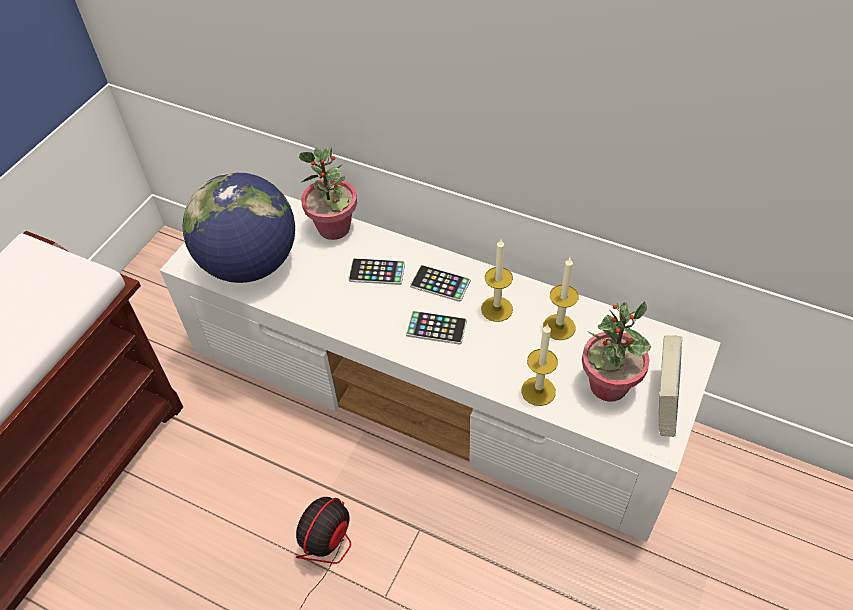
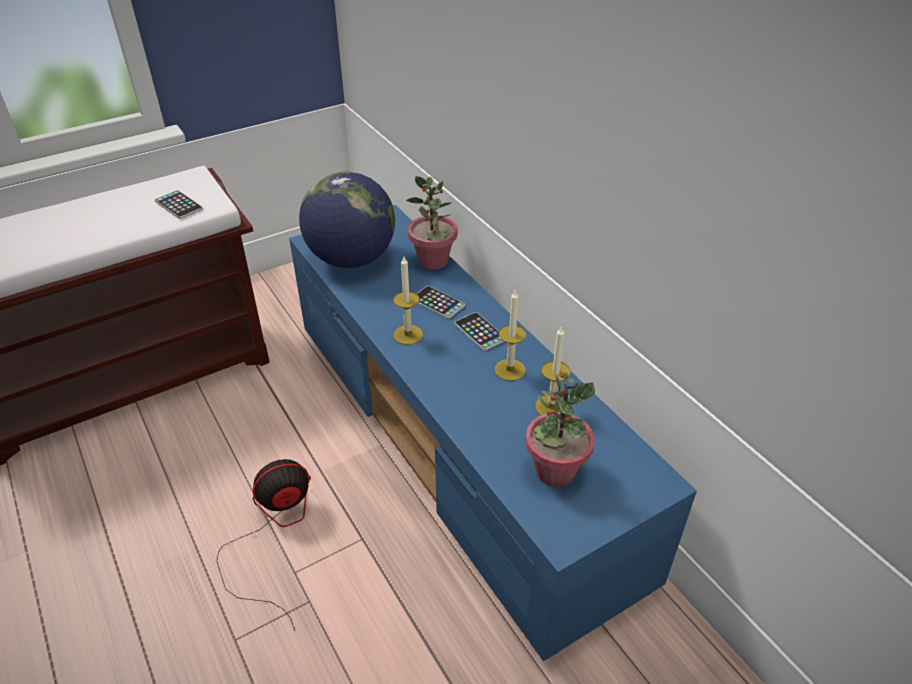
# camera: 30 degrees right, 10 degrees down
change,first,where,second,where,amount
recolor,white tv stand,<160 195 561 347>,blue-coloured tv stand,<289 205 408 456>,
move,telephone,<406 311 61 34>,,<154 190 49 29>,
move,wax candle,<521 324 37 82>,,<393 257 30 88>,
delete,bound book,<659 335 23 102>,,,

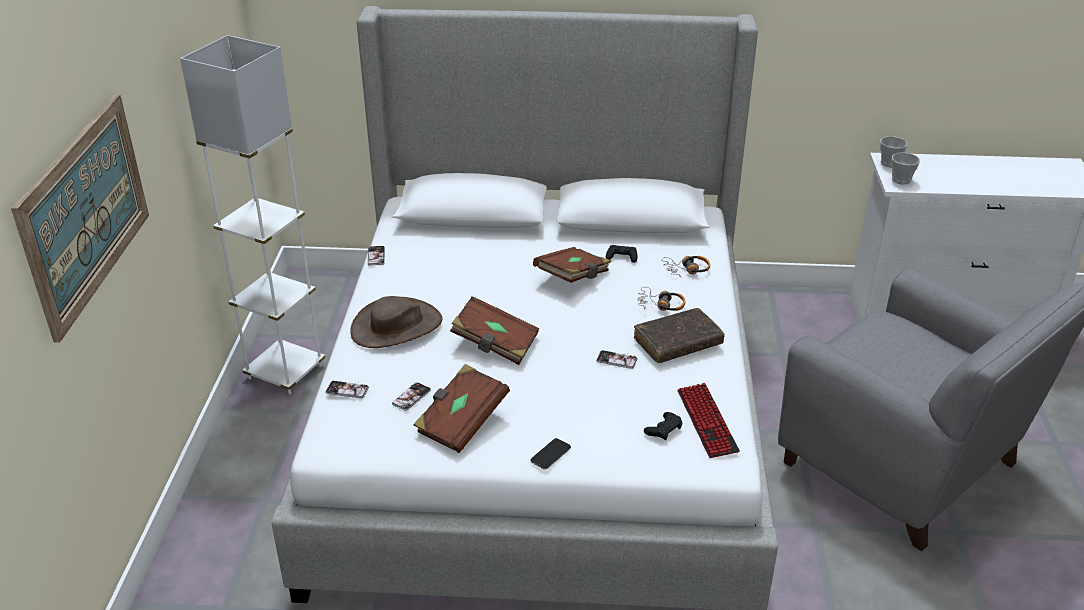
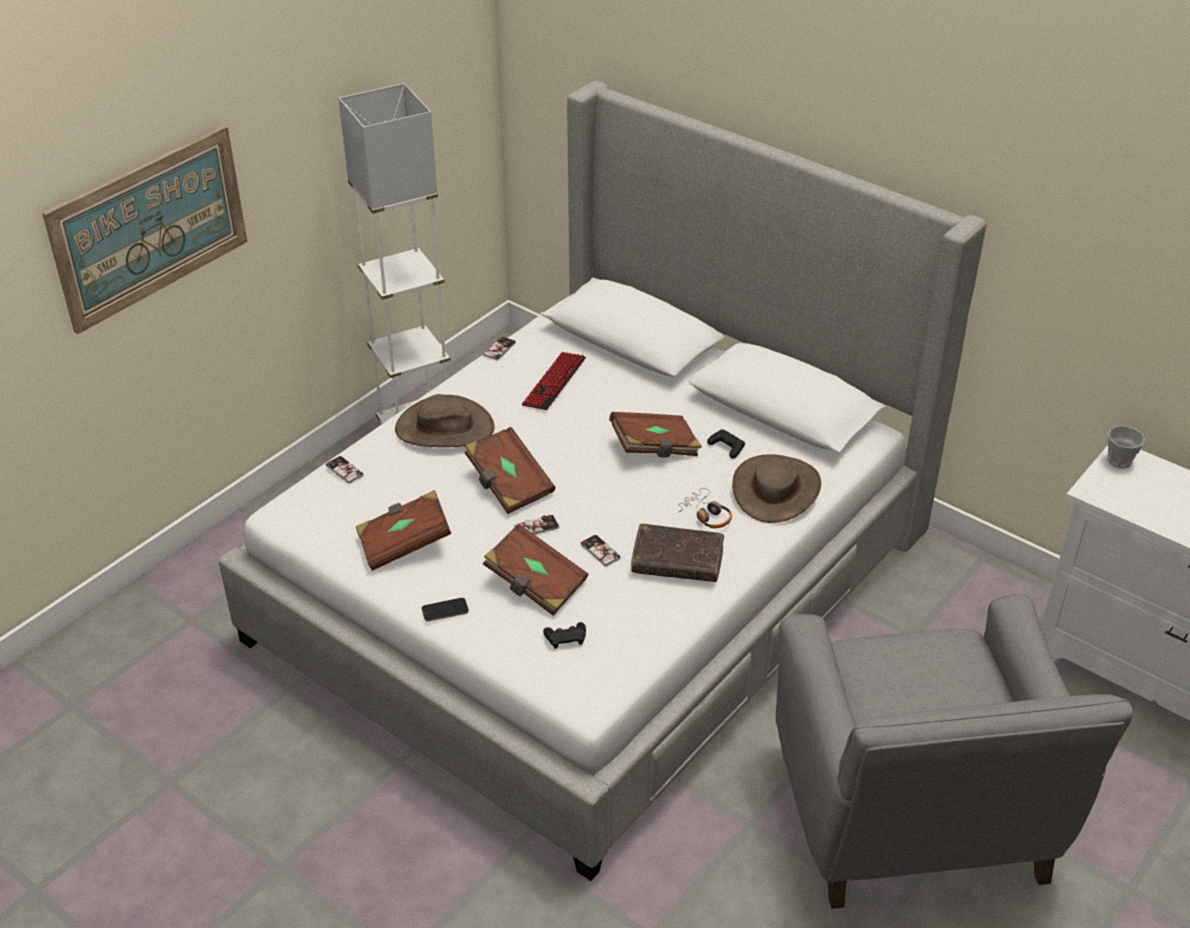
# camera: 35 degrees right, 5 degrees up
change,first,where,second,where,amount
move,telephone,<392 382 39 29>,,<514 514 45 21>,
replace,pair of headphones,<662 256 48 21>,brown-coloured wearable hat,<732 454 89 69>,
move,PC keyboard,<677 383 63 75>,,<521 352 65 58>,
delete,small cup,<891 152 29 32>,,,
insert,,,brown-coloured bound book,<483 524 105 91>,

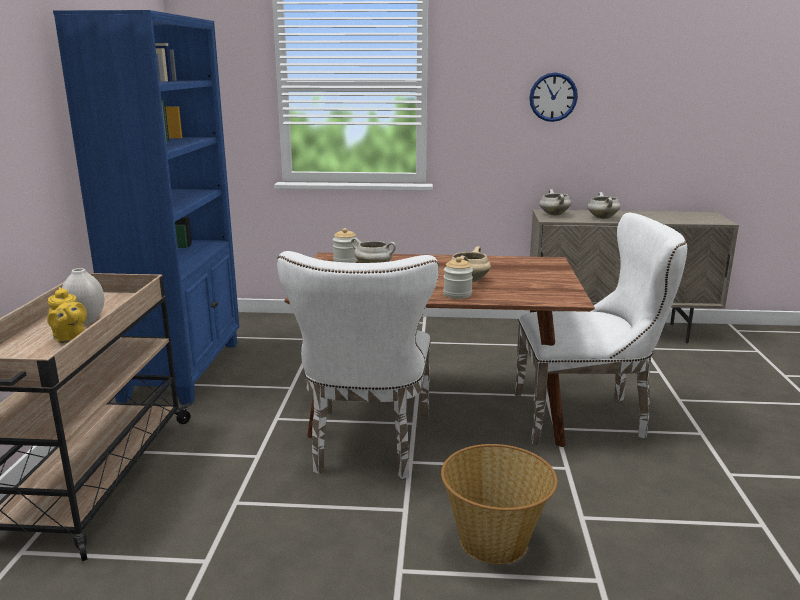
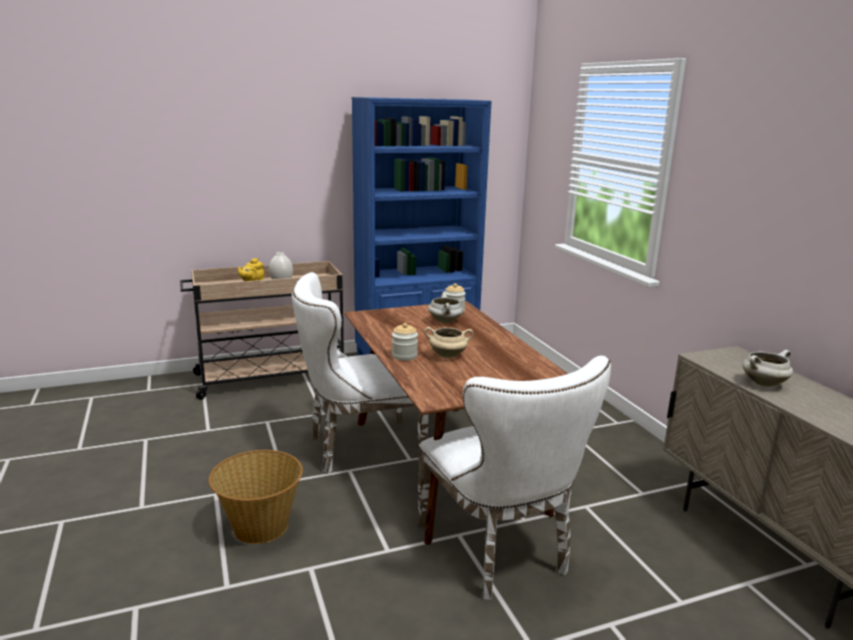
# camera: 65 degrees right, 0 degrees up
change,first,where,second,where,amount
delete,hanging clock,<529 72 49 50>,,,
delete,white saucepot,<539 189 32 27>,,,

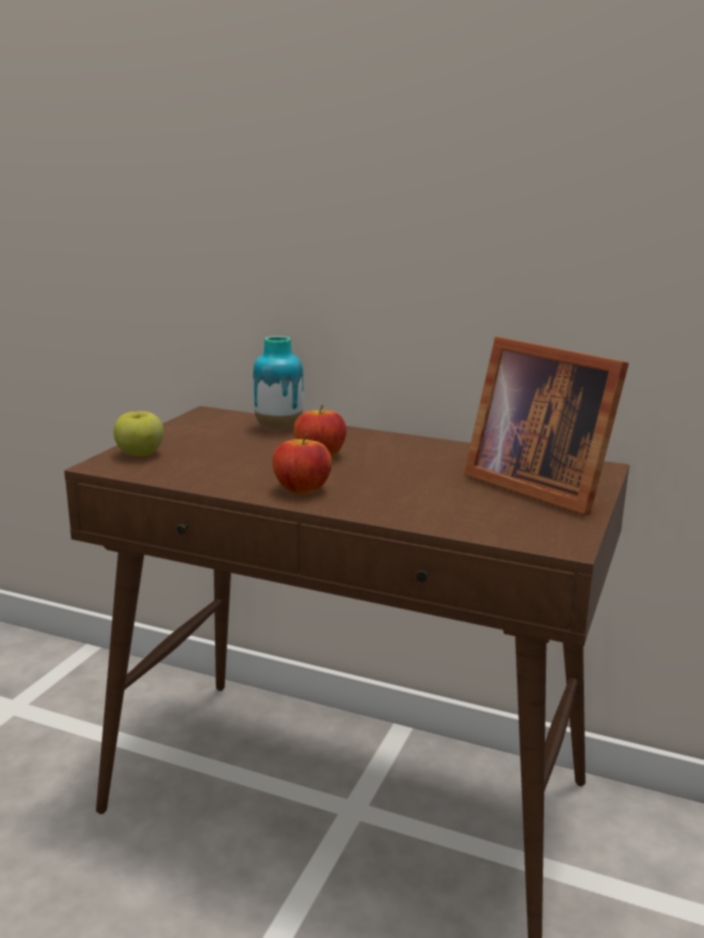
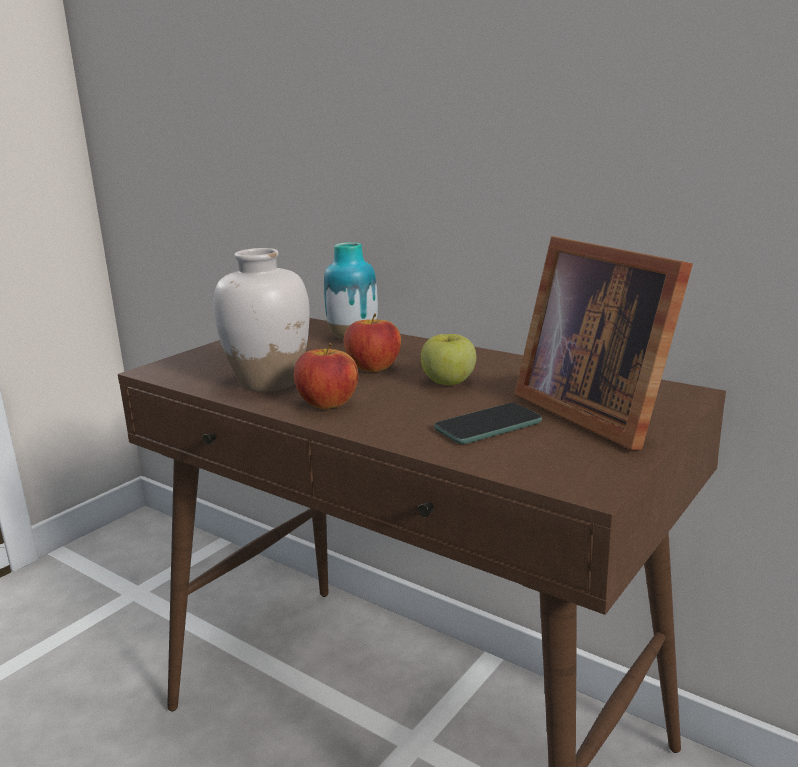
# camera: 15 degrees right, 0 degrees up
change,first,where,second,where,amount
move,apple fruit,<113 411 51 45>,,<421 334 55 51>,
insert,,,white flower vase,<213 248 97 144>,
insert,,,telephone,<434 403 108 41>,

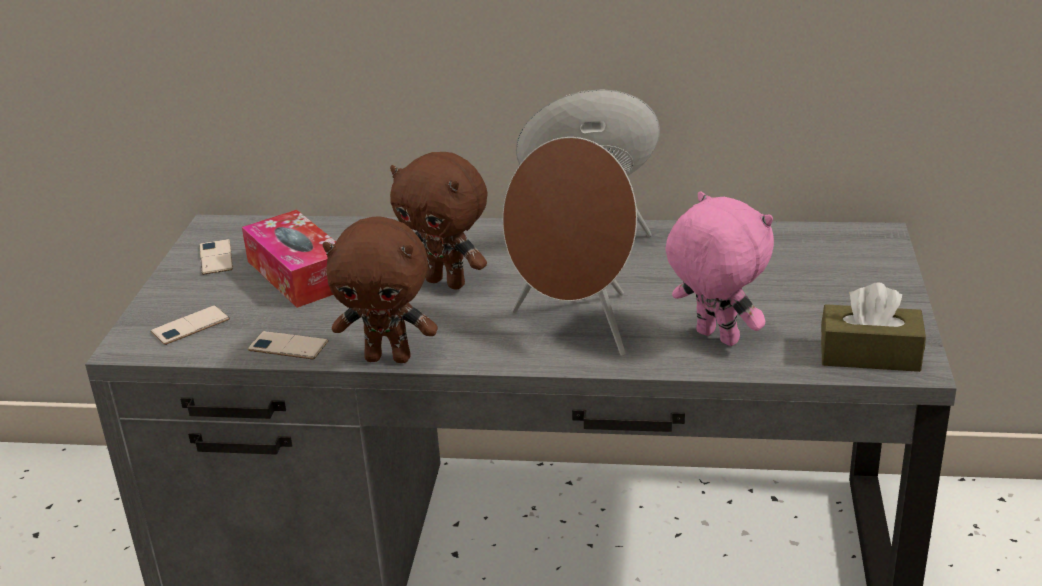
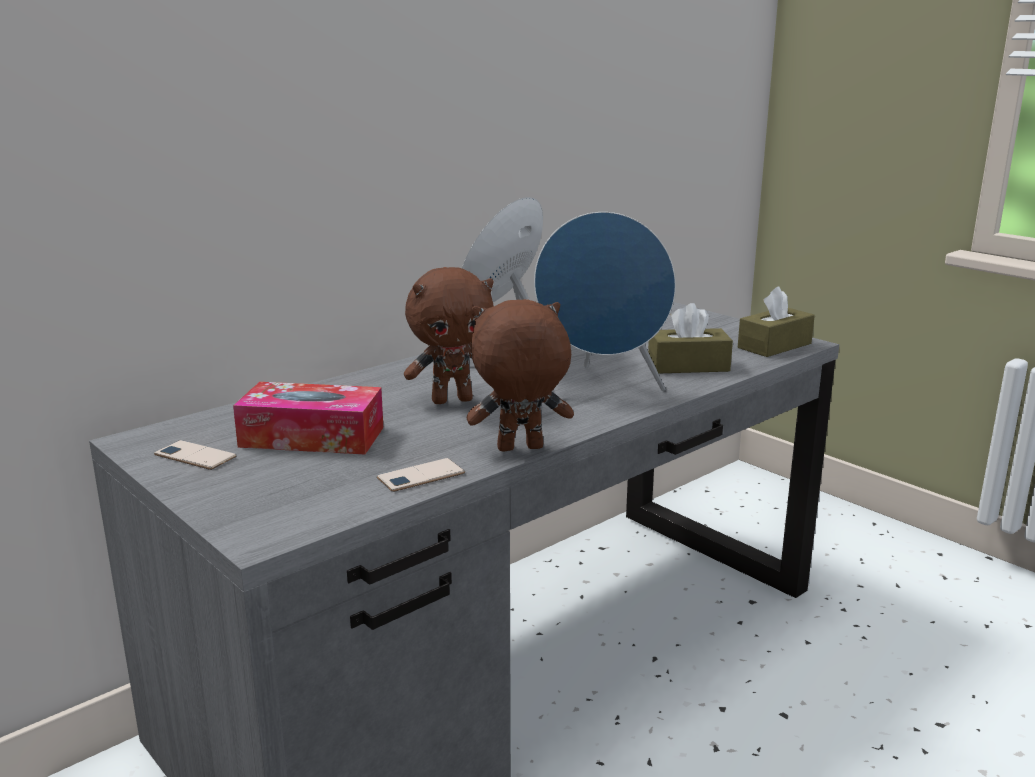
# camera: 50 degrees left, 10 degrees down
change,first,where,second,where,amount
delete,telephone,<151 305 79 40>,,,
rotate,brown-coloured cuddly toy,<323 216 115 147>,,<467 299 107 152>,150 degrees counterclockwise
recolor,brown-coloured speaker,<503 137 134 219>,blue-coloured speaker,<534 212 142 179>,
replace,pink-coloured cuddly toy,<666 191 108 155>,brown-coloured tissue box,<648 303 85 70>,

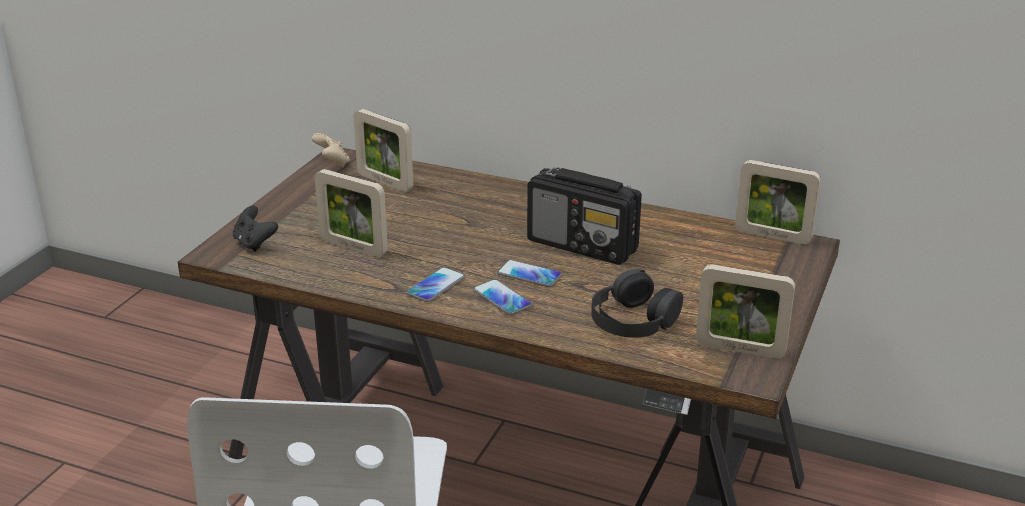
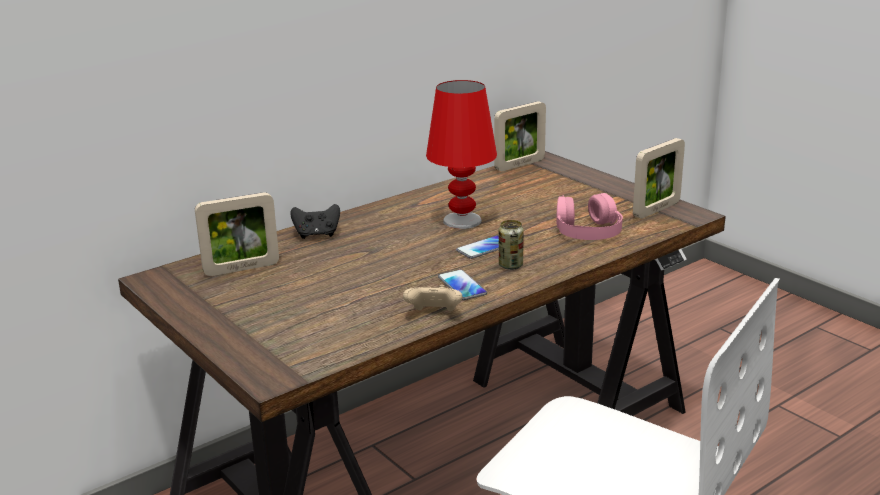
# camera: 60 degrees left, 5 degrees down
change,first,where,second,where,amount
move,black game controller,<233 206 45 46>,,<290 204 50 35>,
move,beige-coloured game controller,<312 133 38 34>,,<403 285 59 26>,
delete,standing frame,<315 169 73 88>,,,
replace,telephone,<473 279 59 36>,sealed can,<499 220 25 50>,
replace,radio,<527 167 115 98>,red-coloured lamp for a table,<426 80 71 149>,
recolor,black pair of headphones,<592 269 91 69>,pink-coloured pair of headphones,<556 193 67 47>,

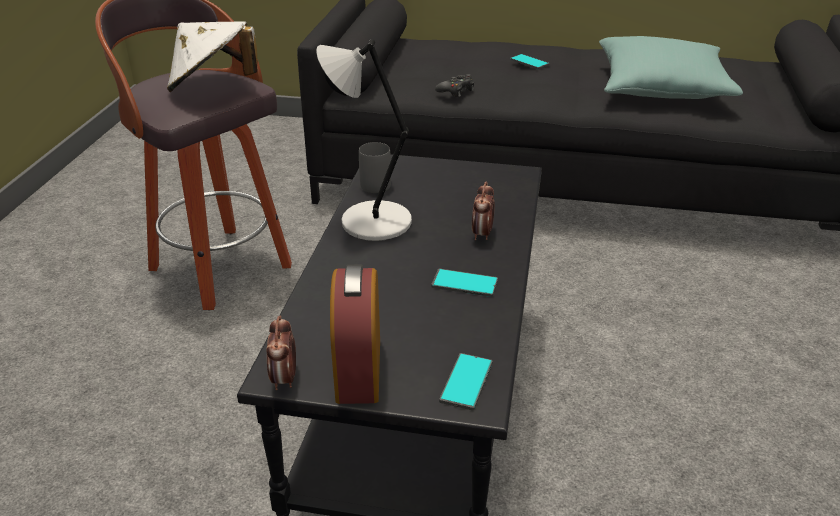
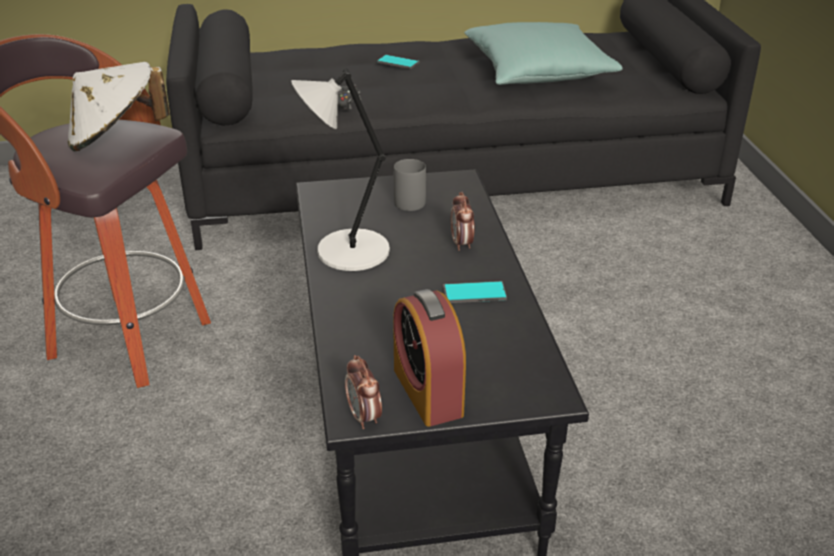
# camera: 20 degrees left, 0 degrees up
change,first,where,second,where,amount
move,grey coffee mug,<359 142 32 51>,,<394 159 32 52>,
delete,telephone,<439 353 54 58>,,,

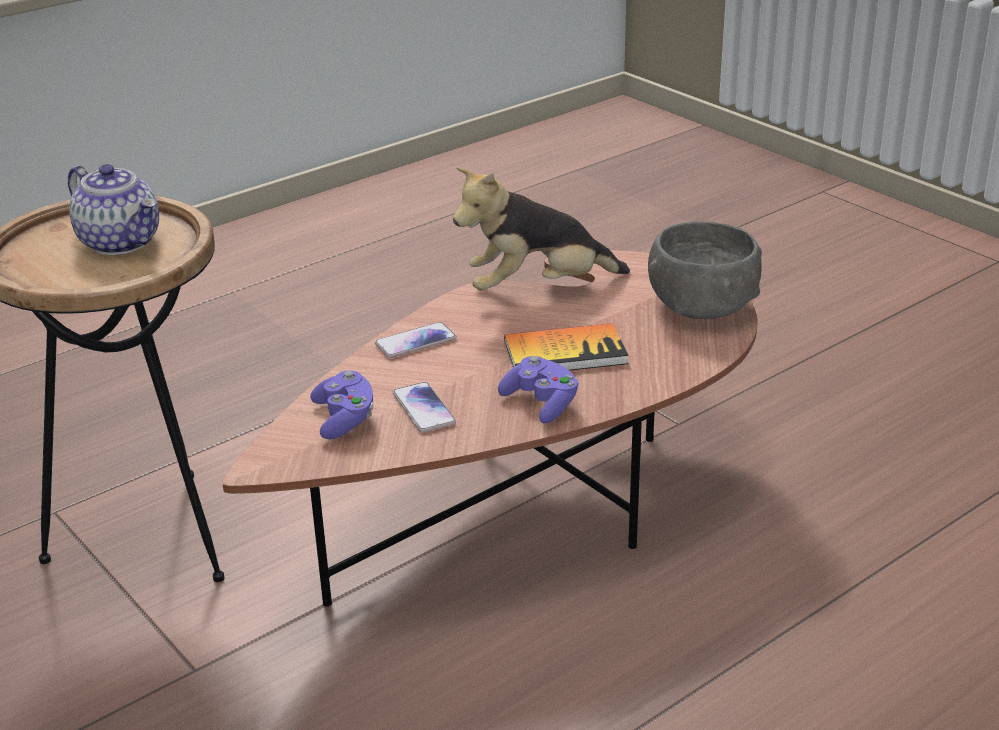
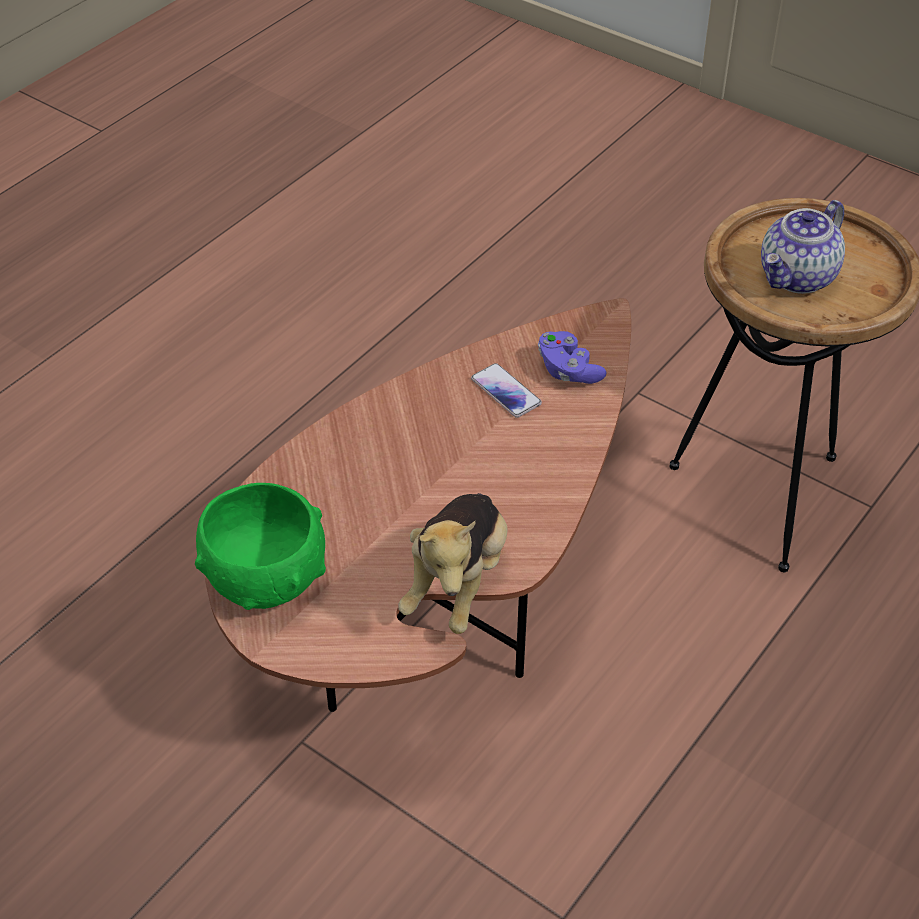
# camera: 165 degrees right, 15 degrees up
change,first,where,second,where,amount
rotate,tea pot,<68 164 91 91>,,<761 200 84 94>,75 degrees counterclockwise
delete,telephone,<375 322 82 36>,,,
rotate,cuddly toy,<453 167 177 124>,,<398 493 109 141>,135 degrees clockwise
delete,purple-coloured game controller,<498 356 81 68>,,,
delete,bound book,<504 323 125 47>,,,
recolor,grey deep dish,<648 221 114 98>,greenish deep dish,<195 483 131 127>,

